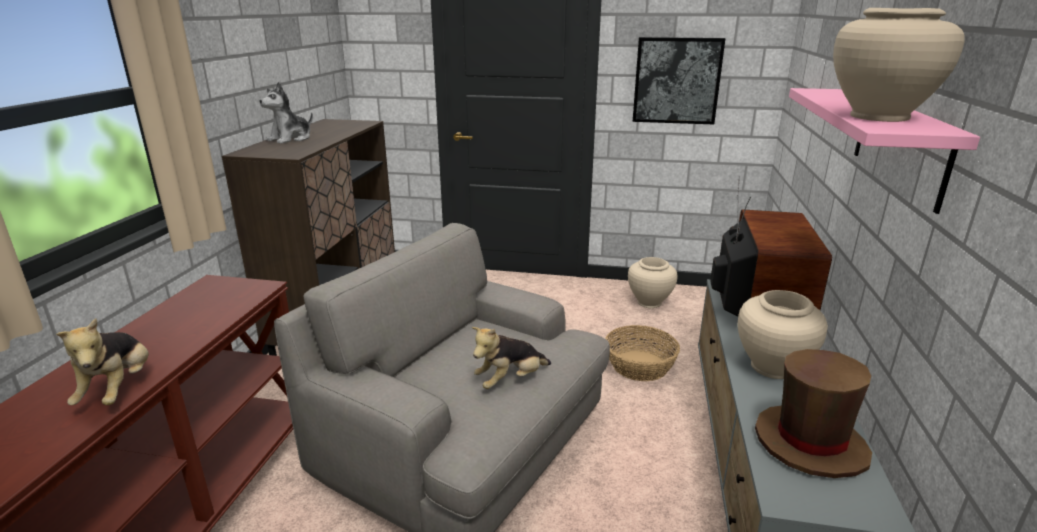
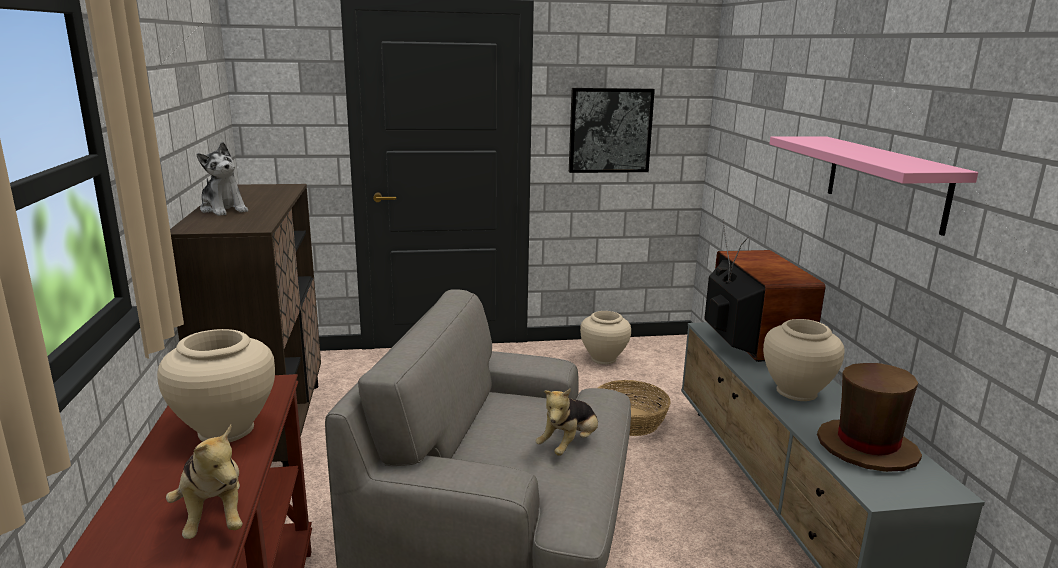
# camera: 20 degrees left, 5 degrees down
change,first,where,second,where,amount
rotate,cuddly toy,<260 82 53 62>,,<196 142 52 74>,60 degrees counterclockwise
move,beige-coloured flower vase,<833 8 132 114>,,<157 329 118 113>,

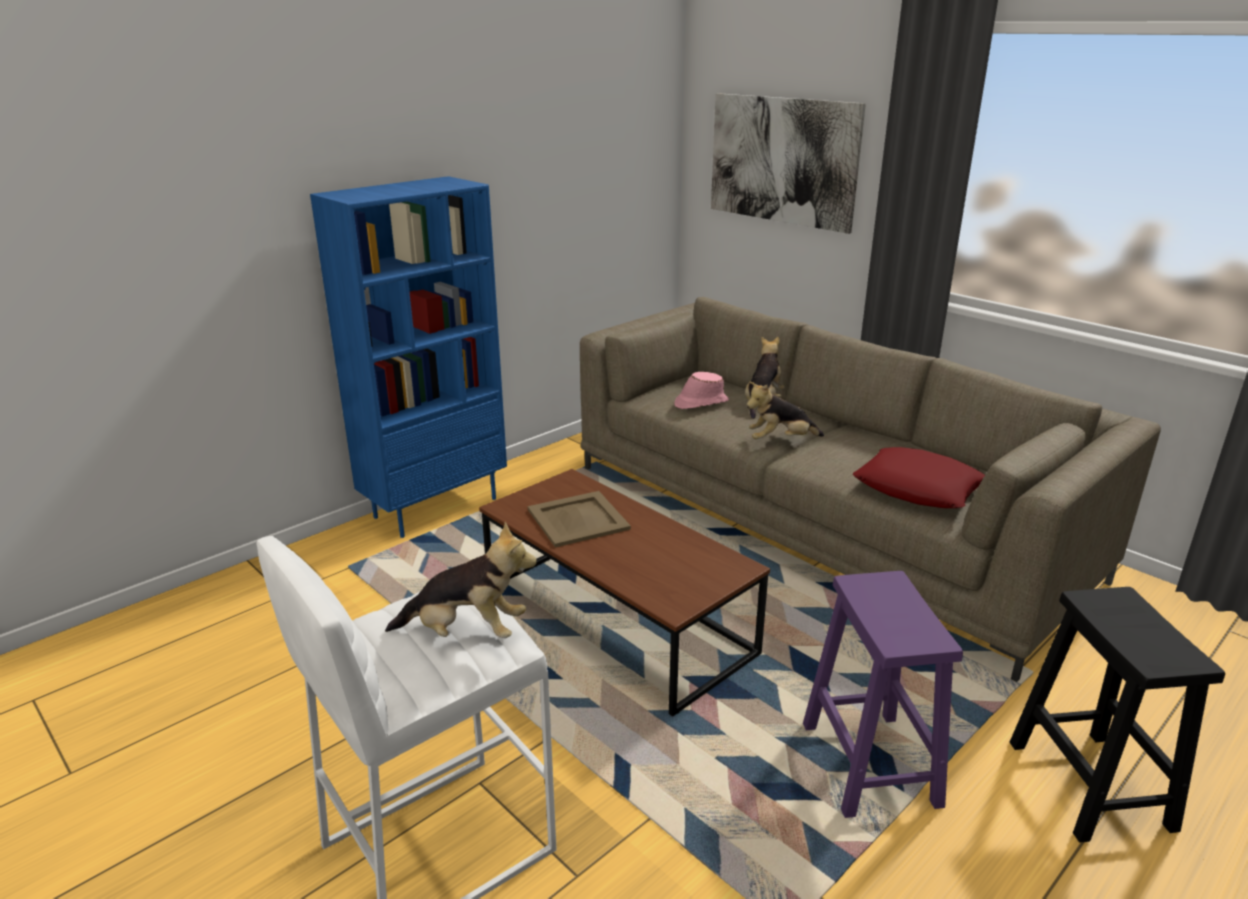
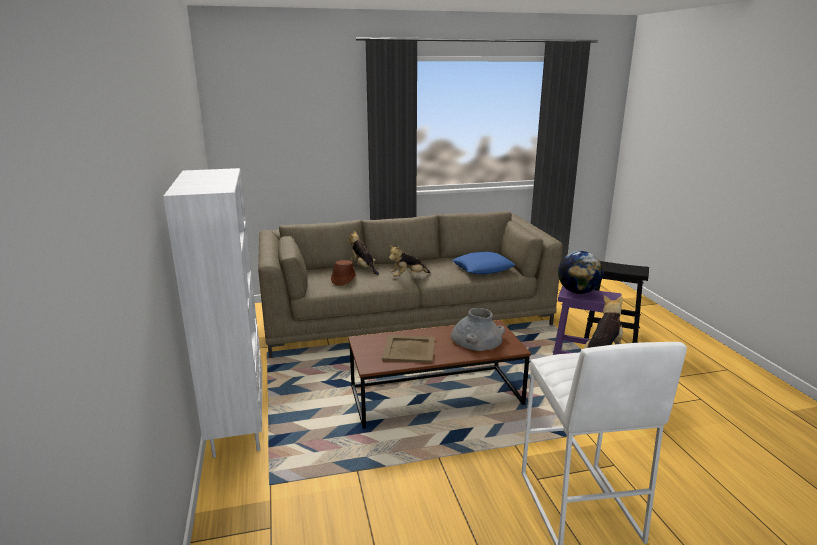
# camera: 60 degrees left, 5 degrees down
change,first,where,second,where,amount
recolor,blue-coloured bookcase,<310 176 197 362>,white bookcase,<163 168 99 290>,
recolor,pink-coloured wearable hat,<674 372 55 37>,brown-coloured wearable hat,<331 260 25 26>,
delete,wall picture,<711 93 155 141>,,,
rotate,cuddly toy,<746 381 78 58>,,<389 245 41 32>,45 degrees clockwise
recolor,red-coloured throw pillow,<853 447 132 61>,blue-coloured throw pillow,<452 252 63 22>,
insert,,,grey flower vase,<451 308 54 43>,
insert,,,desk globe,<558 251 45 43>,

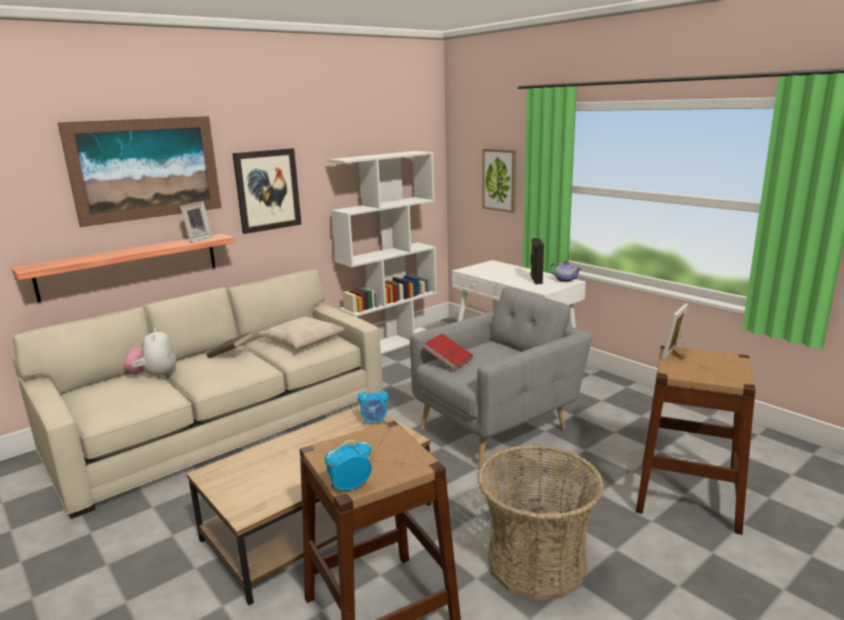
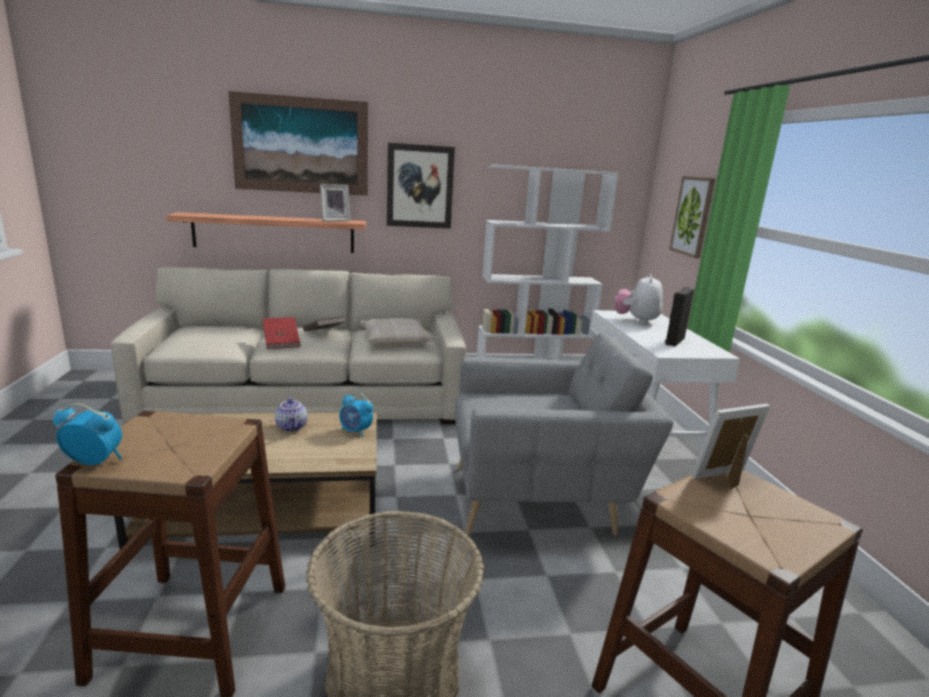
# camera: 30 degrees right, 0 degrees up
change,first,where,second,where,amount
move,cuddly toy,<124 328 52 51>,,<615 274 48 50>,
move,red-coloured bound book,<423 334 50 37>,,<263 317 38 32>,
move,tea pot,<550 261 32 21>,,<275 396 33 36>,

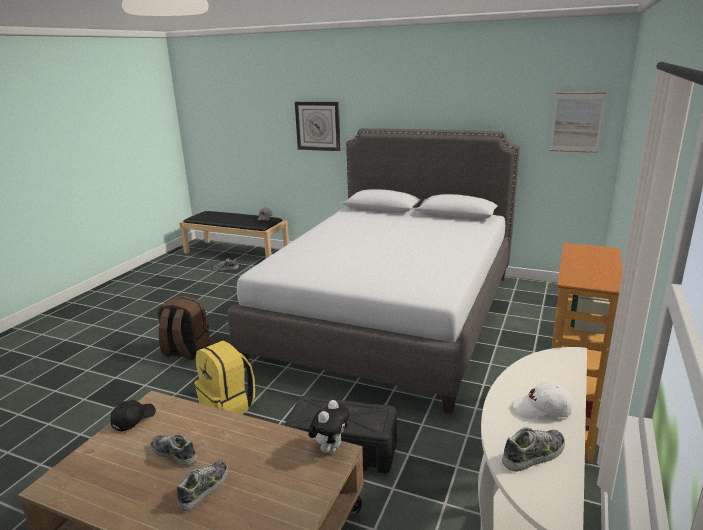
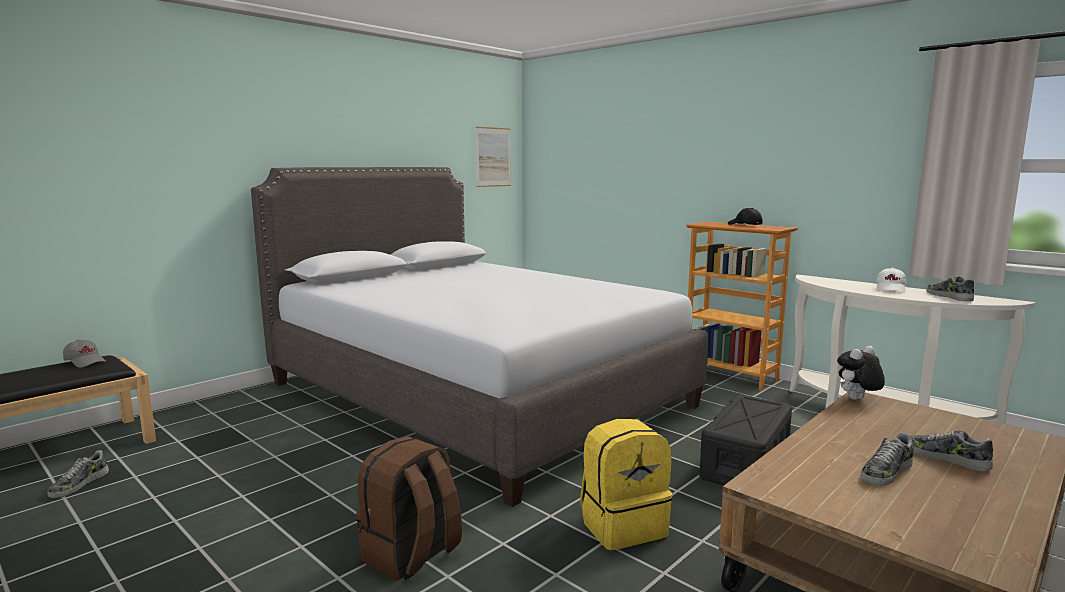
# camera: 70 degrees left, 10 degrees down
change,first,where,second,where,amount
move,black baseball cap,<110 400 46 31>,,<728 208 34 17>,
delete,hanging clock,<295 102 46 49>,,,
rotate,cuddly toy,<308 400 42 53>,,<837 346 48 54>,75 degrees counterclockwise

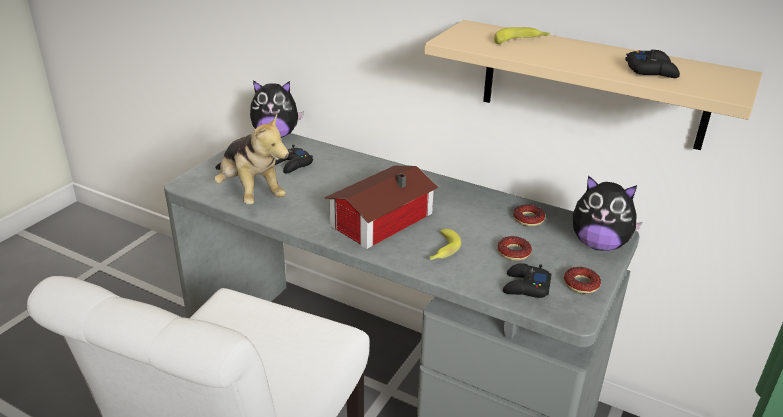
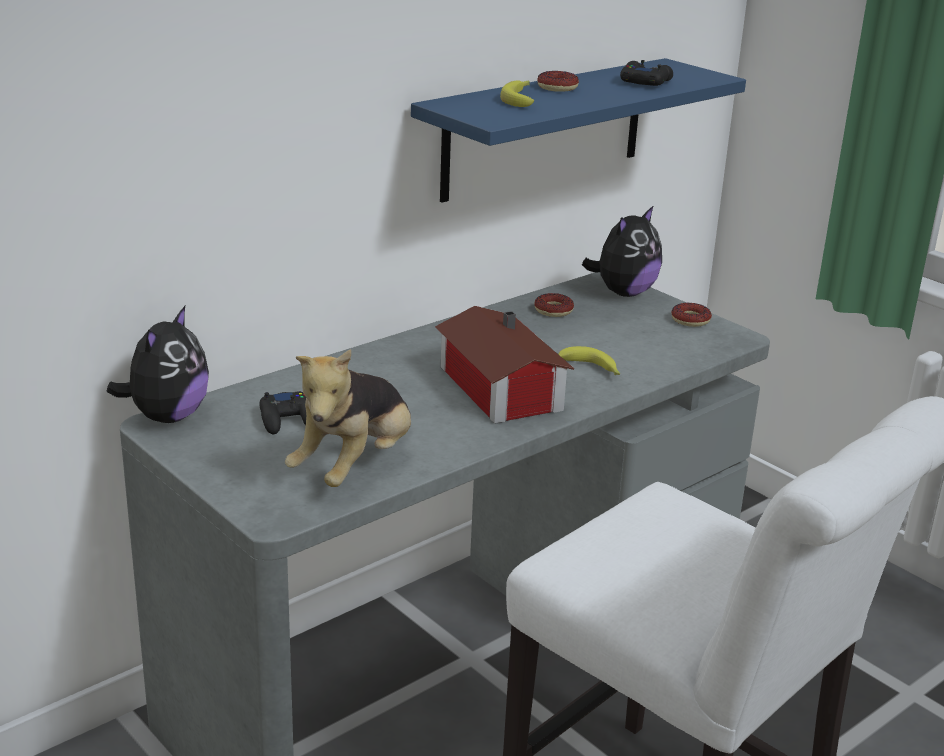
# camera: 70 degrees left, 5 degrees down
change,first,where,second,where,amount
rotate,cuddly toy,<214 114 75 90>,,<285 349 126 138>,135 degrees clockwise
recolor,beige-coloured wall shelf,<424 20 339 130>,blue-coloured wall shelf,<411 58 335 145>,
move,donut,<497 236 35 25>,,<537 71 42 21>,
delete,black game controller,<503 263 49 35>,,,

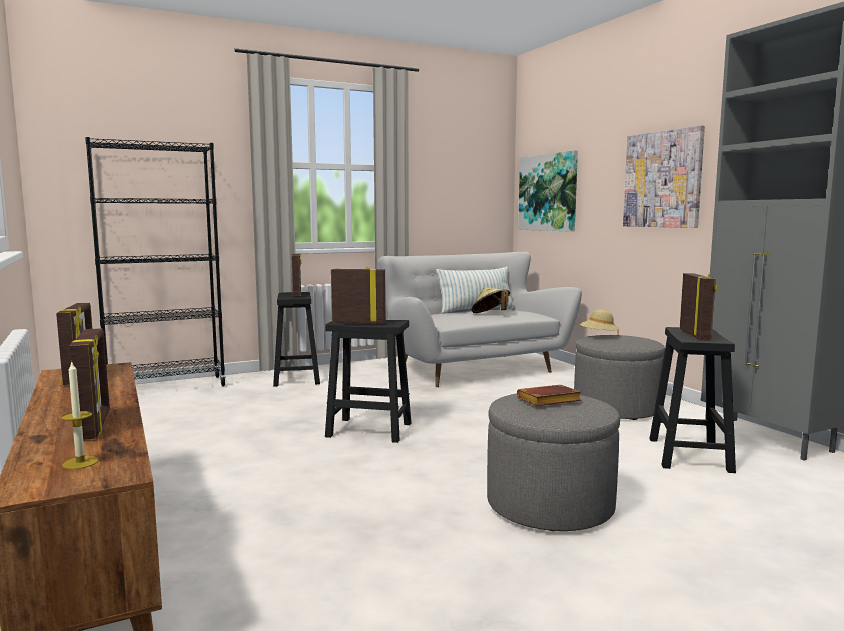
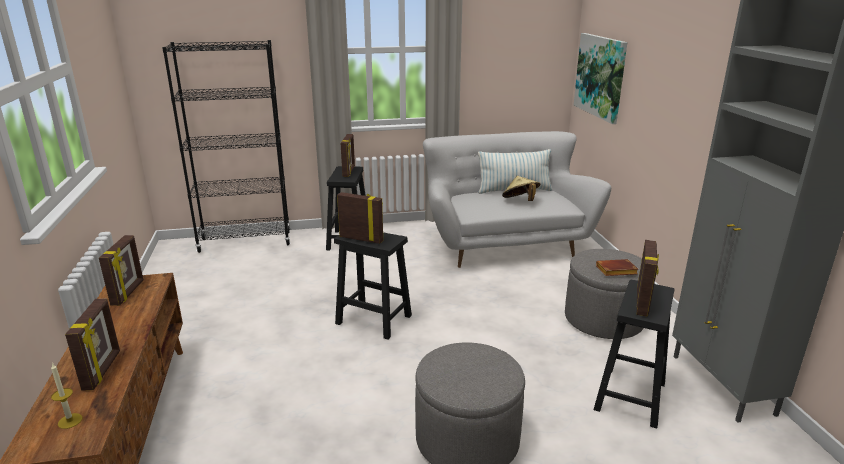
# camera: 15 degrees right, 15 degrees up
change,first,where,second,where,amount
move,brown-coloured bound book,<517 385 64 21>,,<596 259 42 17>,
delete,beige-coloured wearable hat,<580 310 39 25>,,,
delete,wall picture,<623 125 82 103>,,,

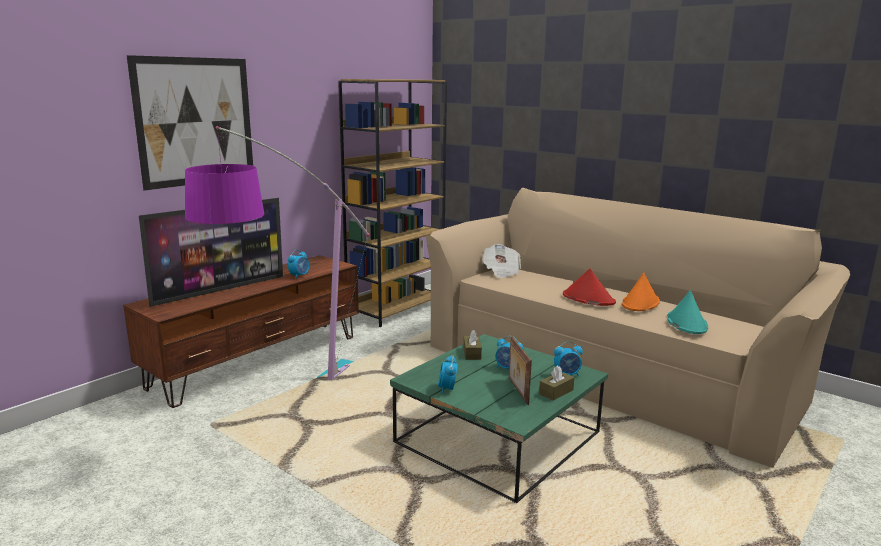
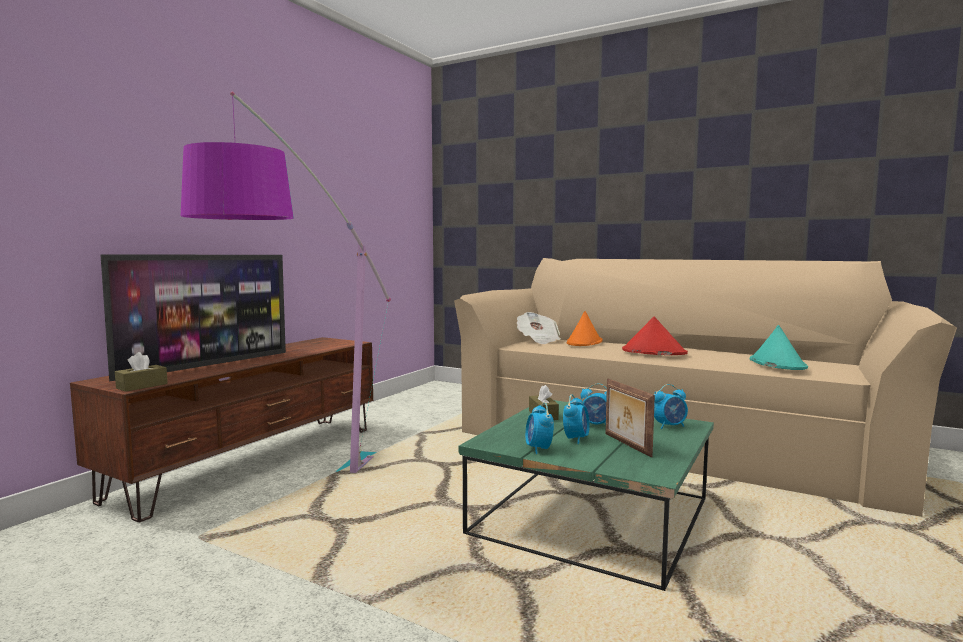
# camera: 10 degrees left, 10 degrees down
change,first,where,second,where,amount
delete,wall picture,<126 55 127 136>,,,
move,bedside clock,<288 250 21 29>,,<563 394 27 50>,
delete,brown-coloured bookcase,<338 79 109 248>,,,
move,brown-coloured tissue box,<539 365 35 35>,,<115 352 53 40>,
move,orange-coloured wearable hat,<622 273 38 38>,,<567 311 35 35>,

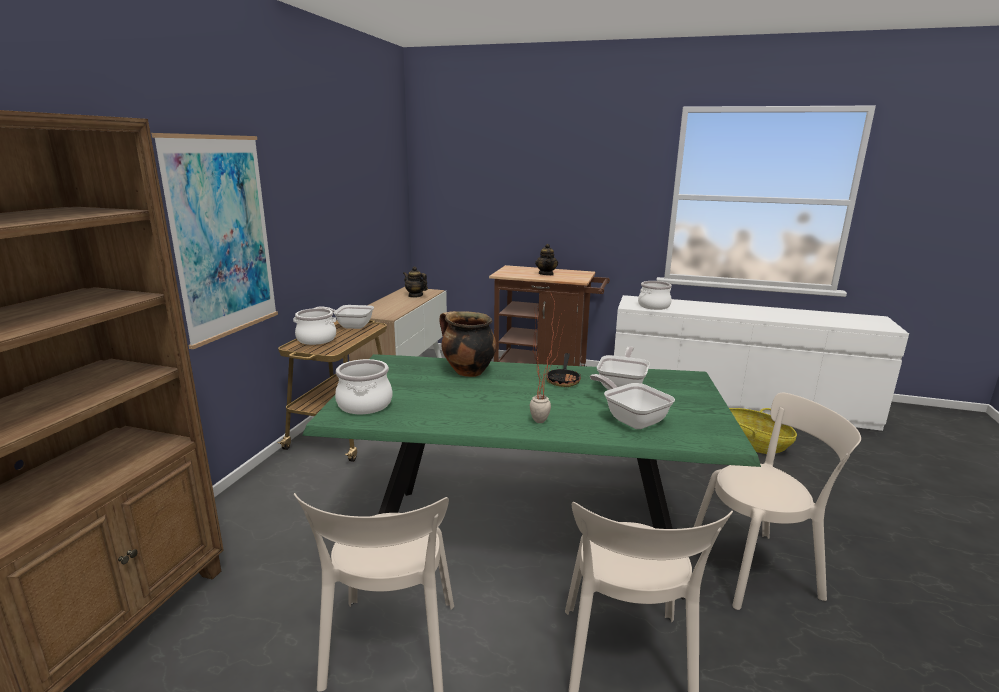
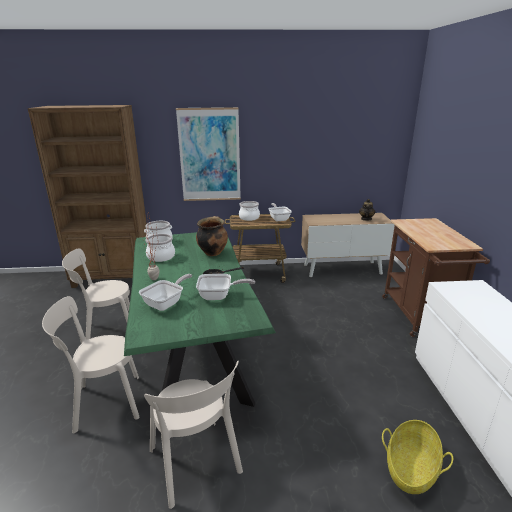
# camera: 70 degrees right, 5 degrees up
change,first,where,second,where,amount
delete,tea pot,<535 244 23 32>,,,
move,saucepot,<638 281 34 29>,,<146 234 29 28>,

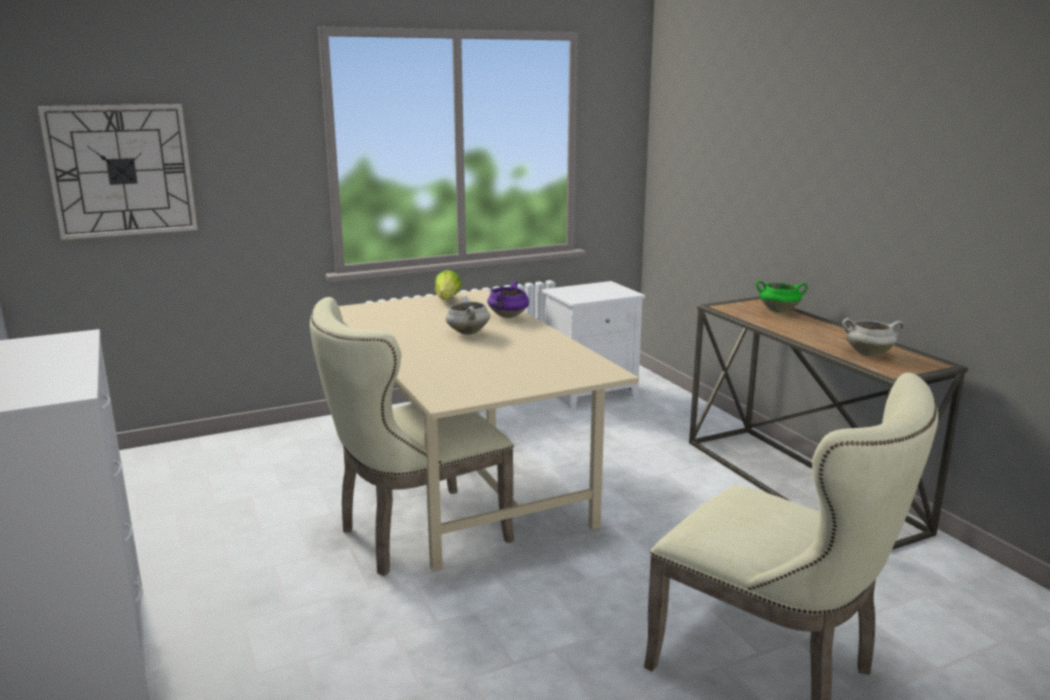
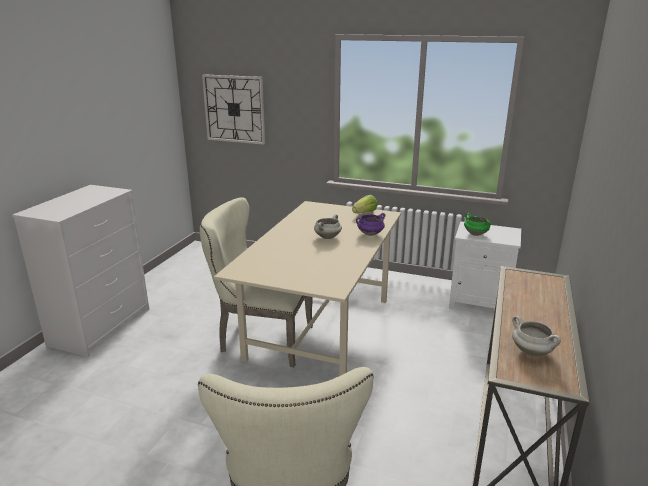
# camera: 45 degrees right, 5 degrees up
change,first,where,second,where,amount
move,greenish saucepot,<756 280 52 33>,,<464 213 27 23>,

